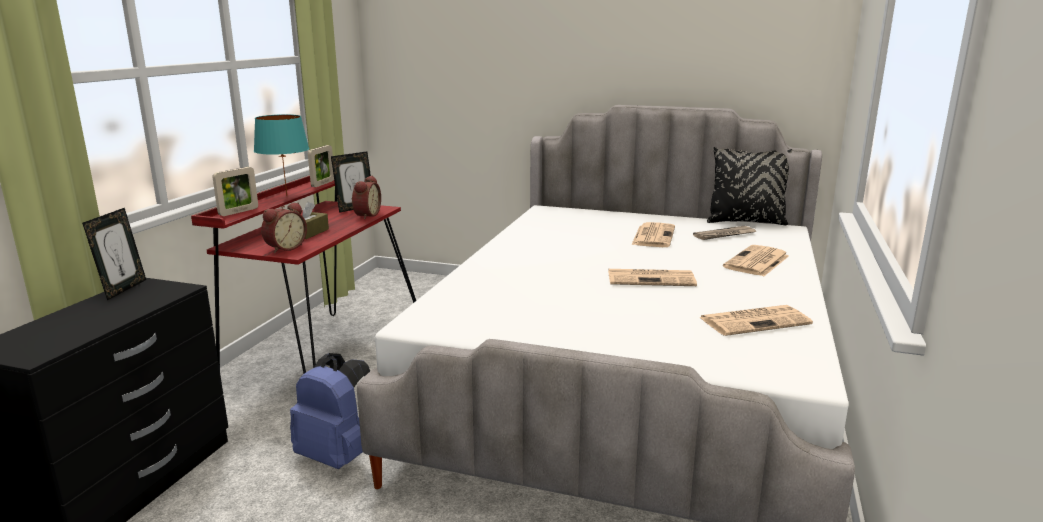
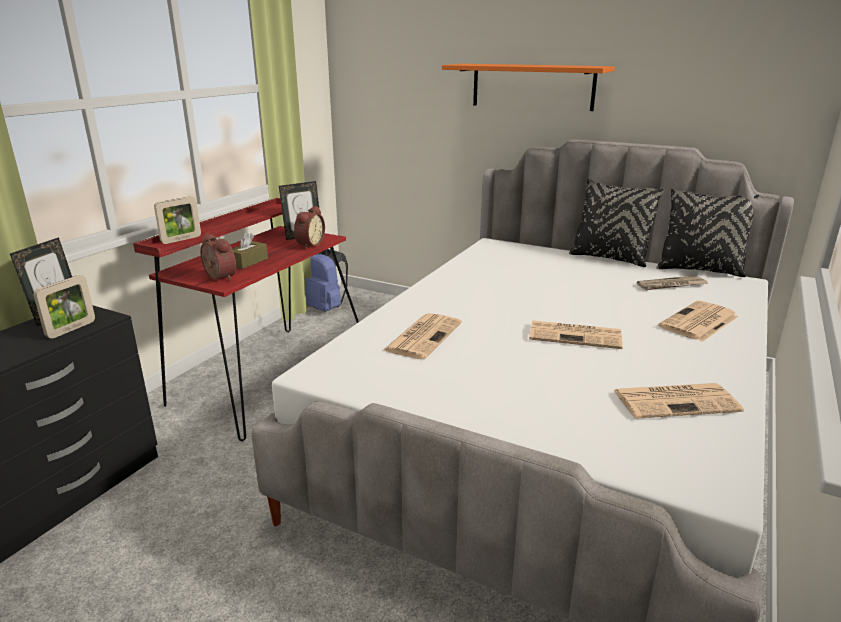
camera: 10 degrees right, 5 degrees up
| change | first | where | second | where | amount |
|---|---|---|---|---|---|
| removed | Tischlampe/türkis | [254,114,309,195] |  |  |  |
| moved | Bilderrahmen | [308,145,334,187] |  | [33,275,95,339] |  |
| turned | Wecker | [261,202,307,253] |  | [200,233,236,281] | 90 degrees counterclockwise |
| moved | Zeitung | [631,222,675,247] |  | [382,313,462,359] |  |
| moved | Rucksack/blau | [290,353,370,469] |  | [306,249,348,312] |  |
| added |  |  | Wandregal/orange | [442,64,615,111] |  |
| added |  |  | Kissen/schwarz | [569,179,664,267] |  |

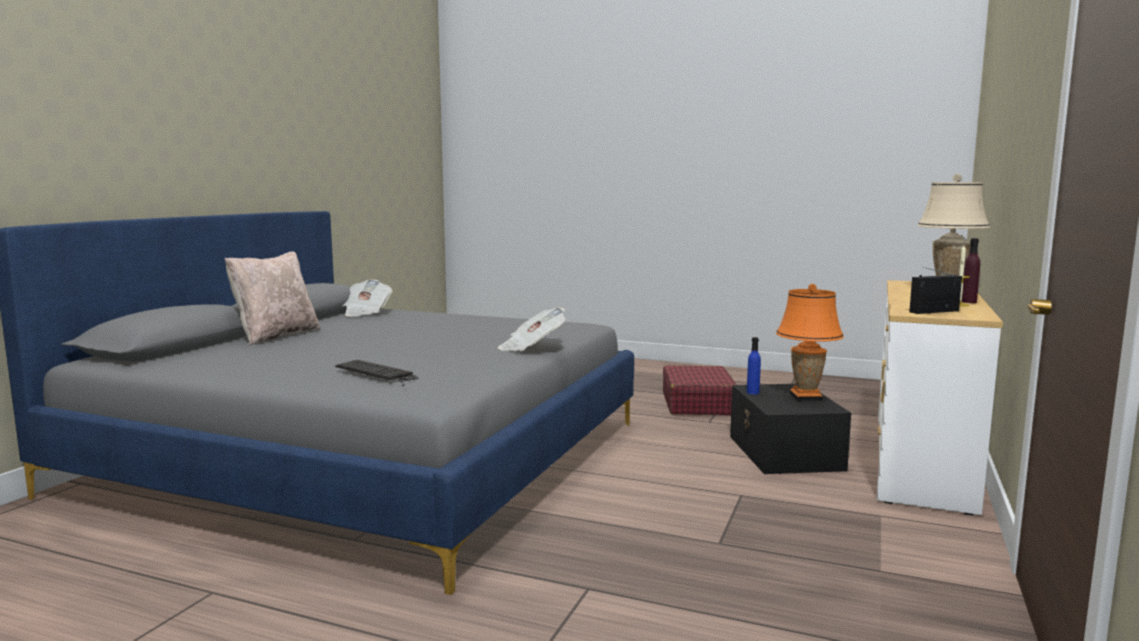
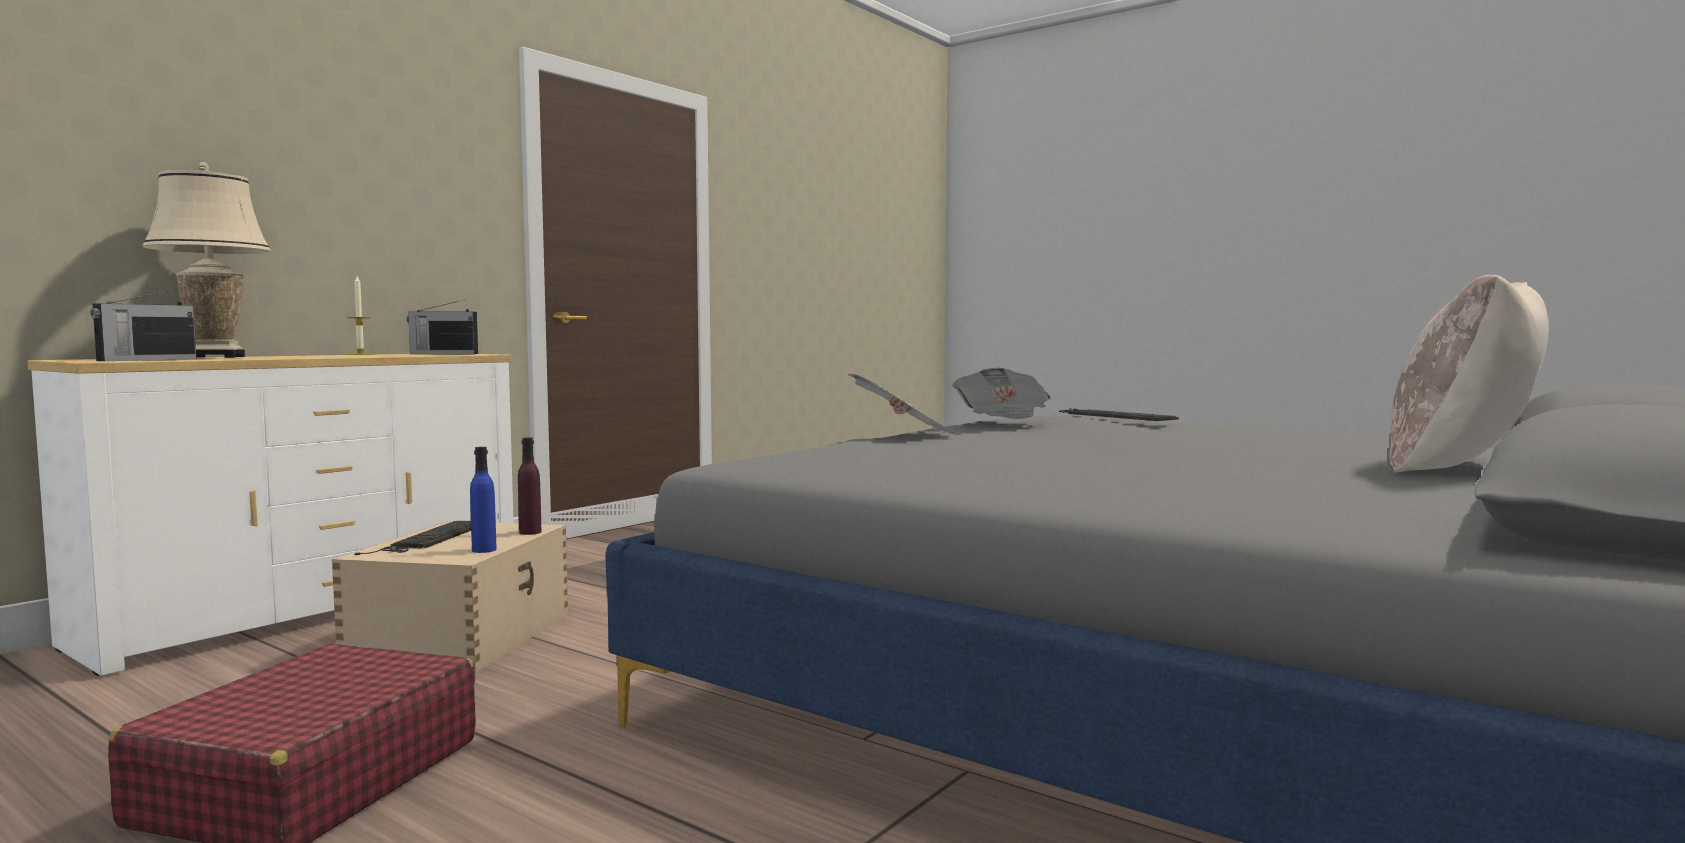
camera: 165 degrees left, 5 degrees down
| change | first | where | second | where | amount |
|---|---|---|---|---|---|
| moved | Flasche/lila | [962,238,980,303] |  | [518,437,541,535] |  |
| moved | Zeitung | [342,279,393,317] |  | [953,368,1050,419] |  |
| replaced | Tischlampe/orange | [776,284,844,401] | Tastatur | [354,521,471,555] |  |
| recoloured | Aufbewahrungsbox/schwarz | [730,384,851,474] | Aufbewahrungsbox/beige | [332,521,568,673] |  |
| added |  |  | Radio | [90,289,196,361] |  |

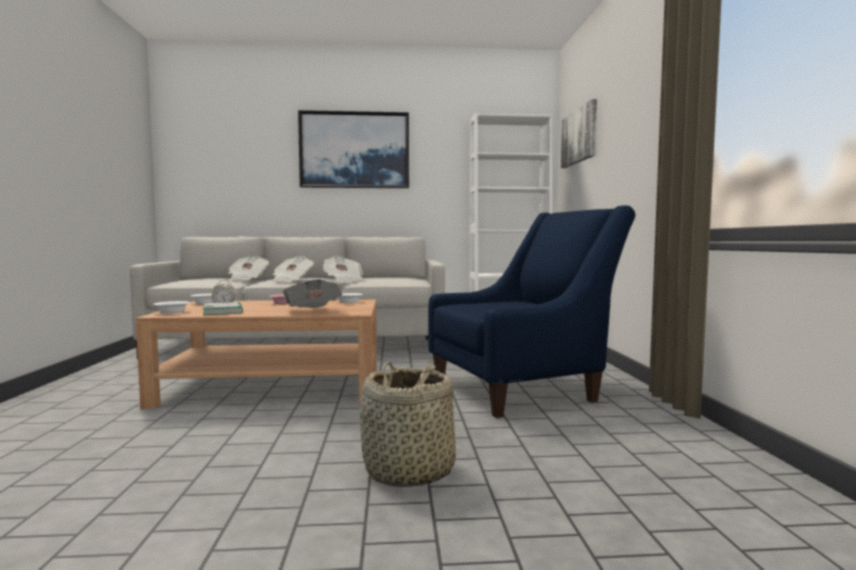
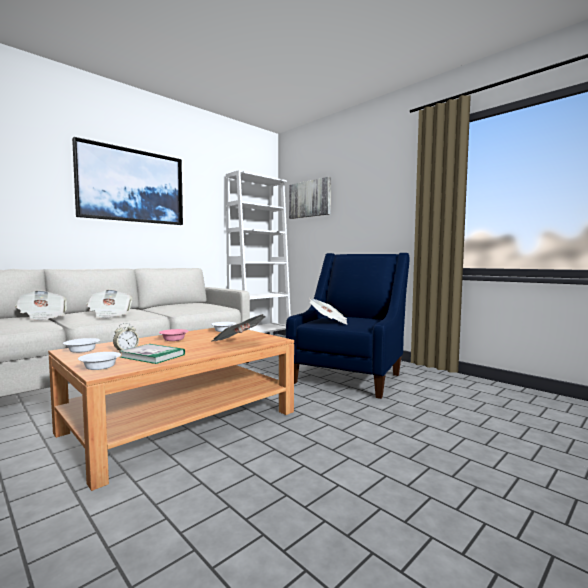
camera: 40 degrees left, 0 degrees up
| change | first | where | second | where | amount |
|---|---|---|---|---|---|
| moved | Zeitung | [323,256,363,282] |  | [309,298,348,325] |  |
| removed | Korb | [360,362,456,487] |  |  |  |

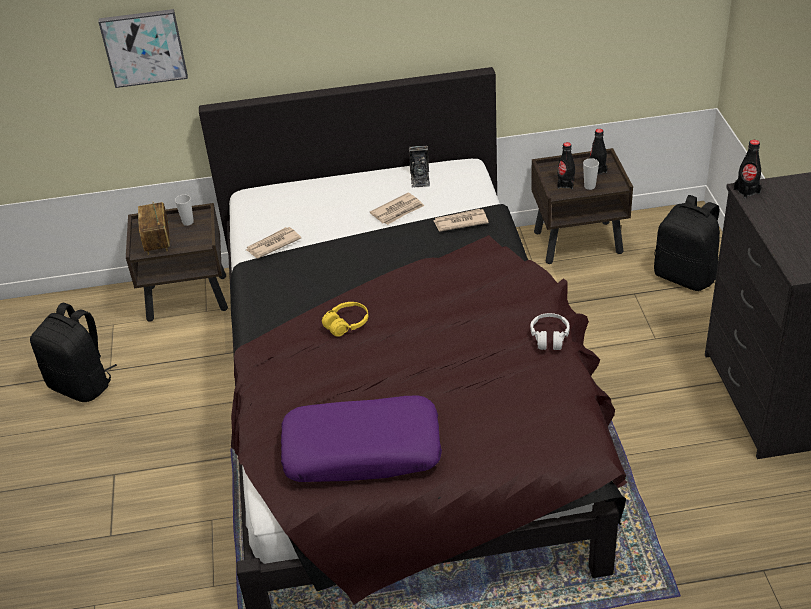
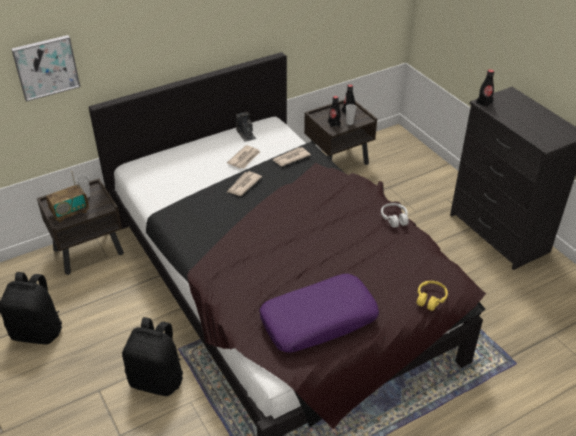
camera: 25 degrees left, 0 degrees up
| change | first | where | second | where | amount |
|---|---|---|---|---|---|
| moved | Rucksack/schwarz | [654,195,720,291] |  | [122,317,183,396] |  |
| turned | Radio | [138,202,170,255] |  | [46,171,89,223] | 90 degrees counterclockwise |
| moved | Zeitung | [246,227,301,258] |  | [227,171,262,196] |  |
| moved | Kopfhörer/gelb | [322,302,368,337] |  | [417,281,448,311] |  |

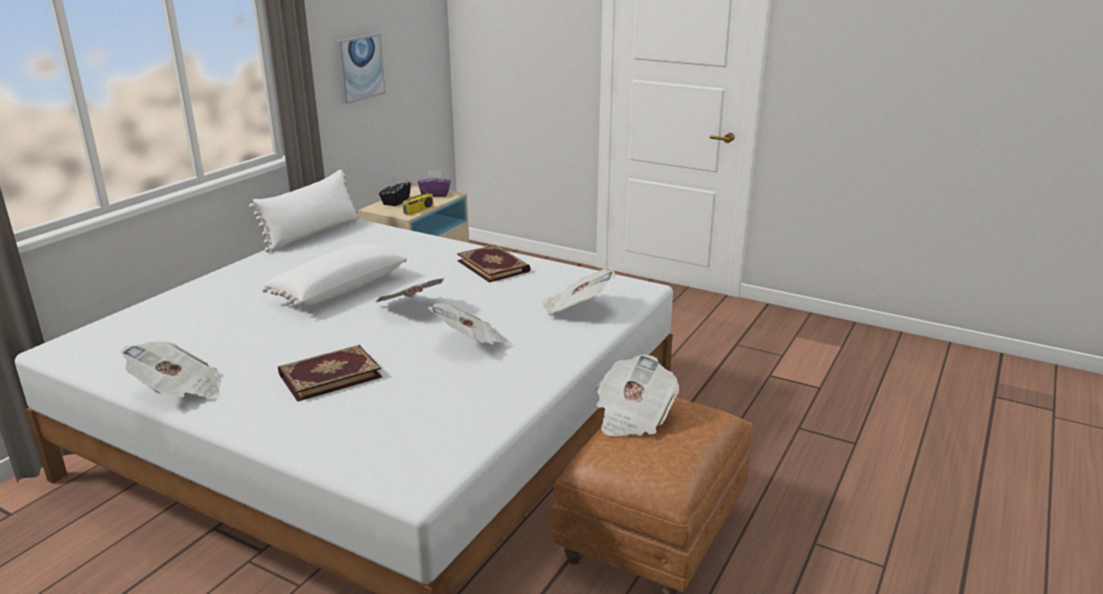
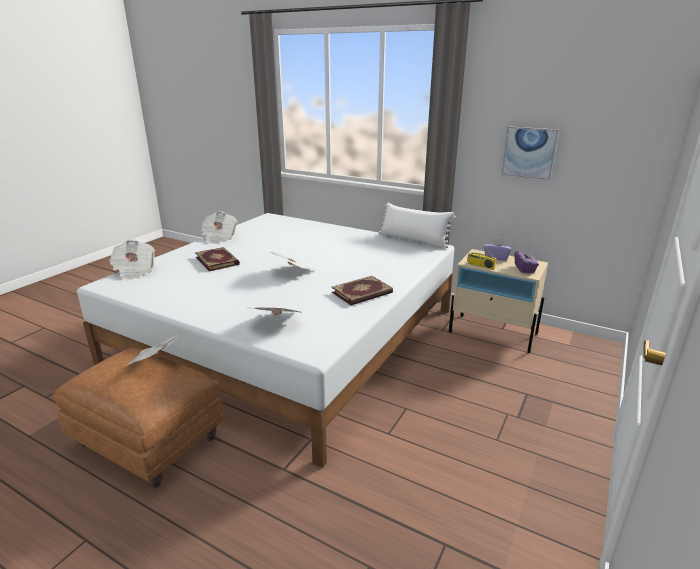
camera: 90 degrees right, 0 degrees up
| change | first | where | second | where | amount |
|---|---|---|---|---|---|
| recoloured | Taschentuchbox/schwarz | [379,176,411,206] | Taschentuchbox/lila | [484,238,511,261] |  |
| removed | Kissen/weiß | [262,243,407,307] |  |  |  |
| moved | Zeitung | [427,303,513,345] |  | [109,240,155,280] |  |

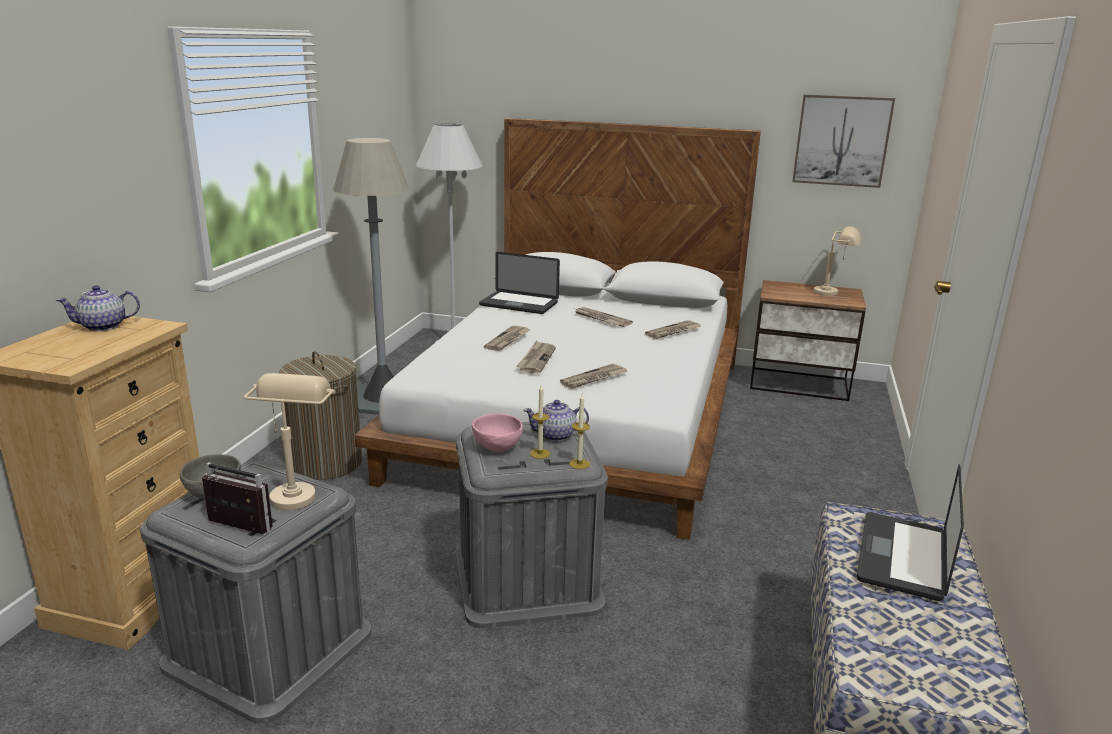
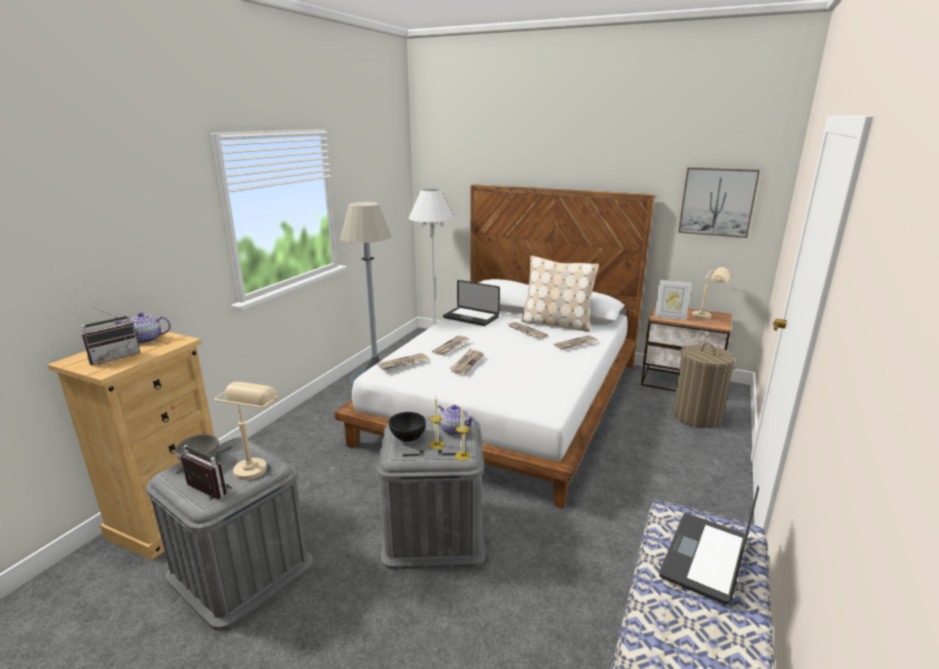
camera: 10 degrees right, 0 degrees up
| change | first | where | second | where | amount |
|---|---|---|---|---|---|
| moved | Wäschekorb | [280,351,362,480] |  | [673,343,737,428] |  |
| moved | Zeitung | [560,364,627,389] |  | [377,353,429,370] |  |
| turned | Teekanne | [523,400,589,442] |  | [434,405,475,436] | 150 degrees counterclockwise |
| recoloured | Schüssel/rosa | [472,414,523,452] | Schüssel/schwarz | [389,412,426,442] |  |
| added |  |  | Kissen/beige | [521,256,599,332] |  |
| added |  |  | Bilderrahmen | [654,280,692,320] |  |
| added |  |  | Radio | [81,307,140,365] |  |

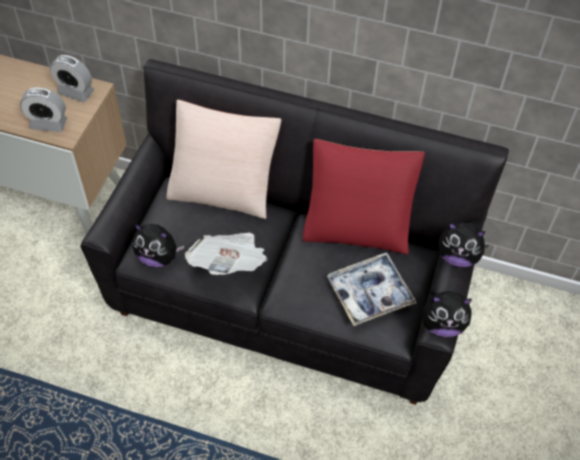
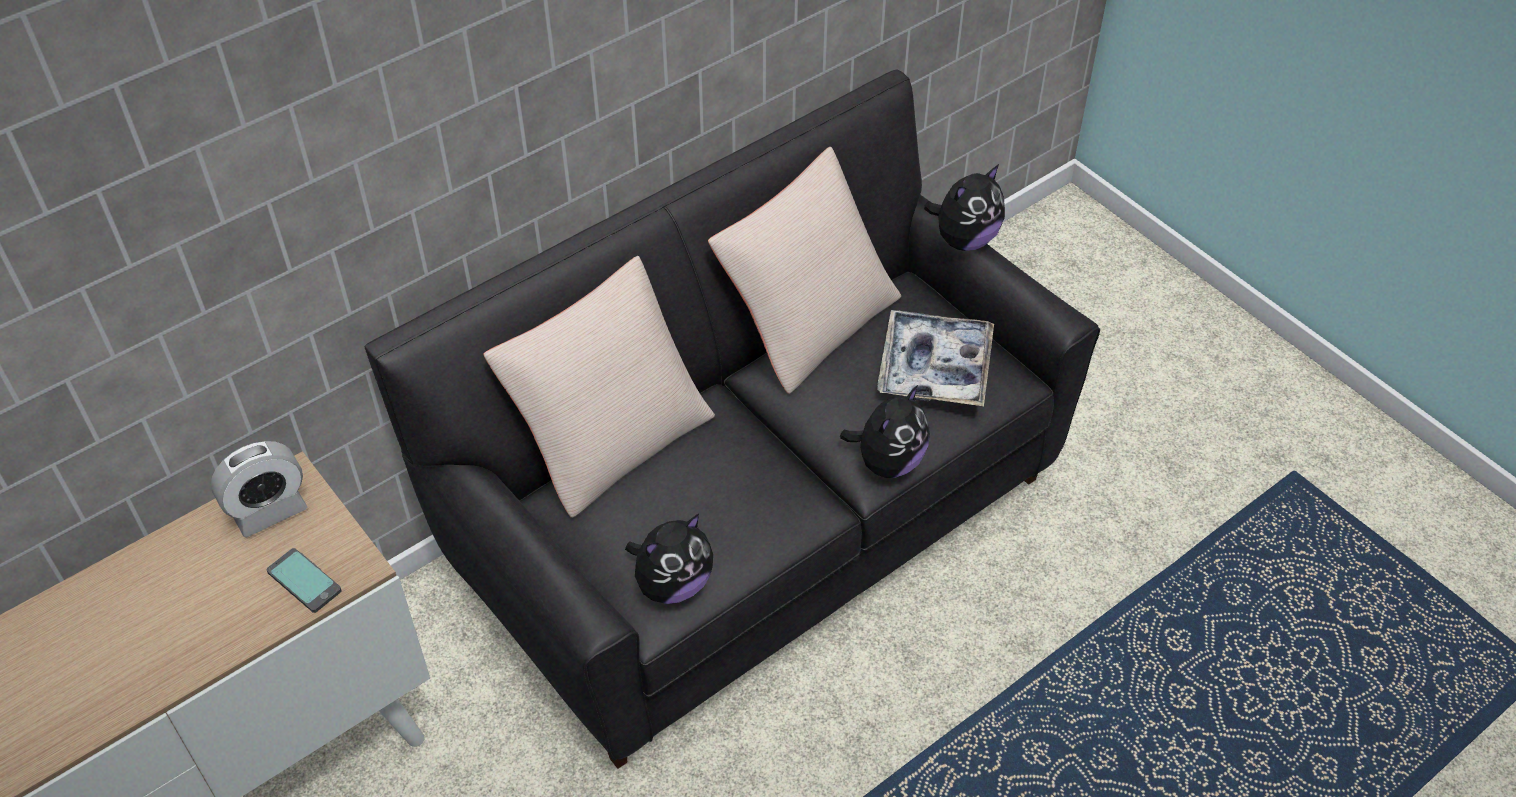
camera: 55 degrees left, 5 degrees down
| change | first | where | second | where | amount |
|---|---|---|---|---|---|
| replaced | Wecker | [20,87,67,132] | Handy | [267,548,342,613] |  |
| recoloured | Kissen/rot | [303,139,425,254] | Kissen/beige | [708,147,901,394] |  |
| removed | Zeitung | [185,232,268,275] |  |  |  |
| moved | Plüschtier | [422,290,473,337] |  | [840,385,930,478] |  |

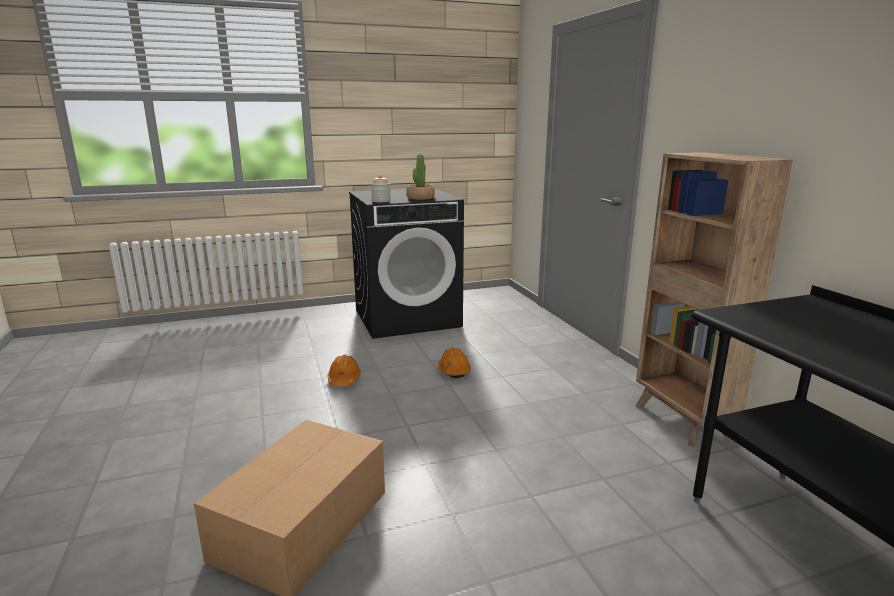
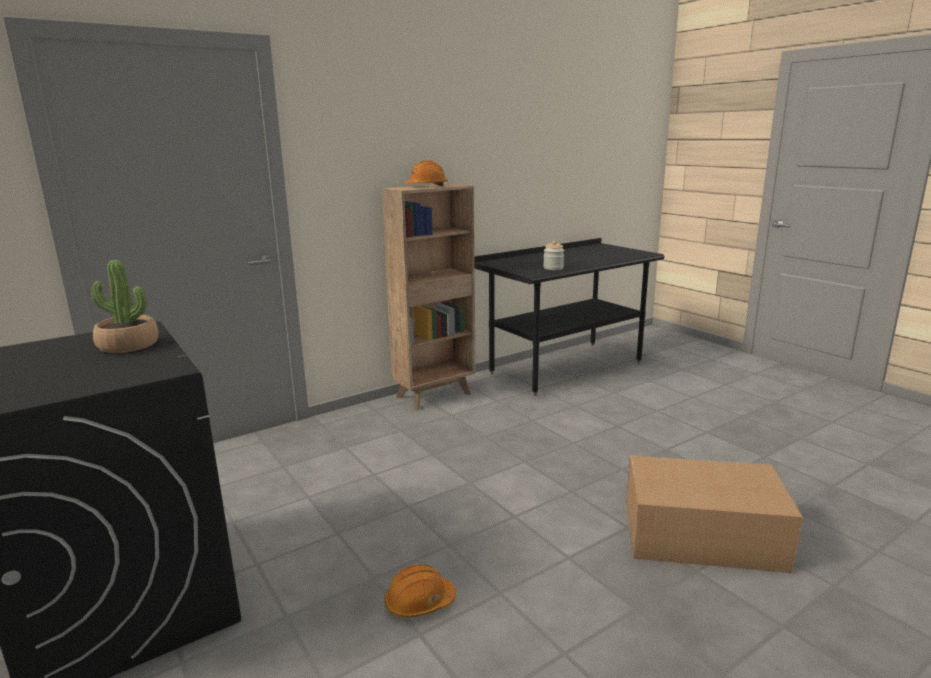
camera: 105 degrees left, 0 degrees up
| change | first | where | second | where | amount |
|---|---|---|---|---|---|
| moved | Vorratsglas | [371,175,391,202] |  | [543,241,564,270] |  |
| moved | Schutzhelm/orange | [438,348,471,378] |  | [404,160,448,186] |  |

